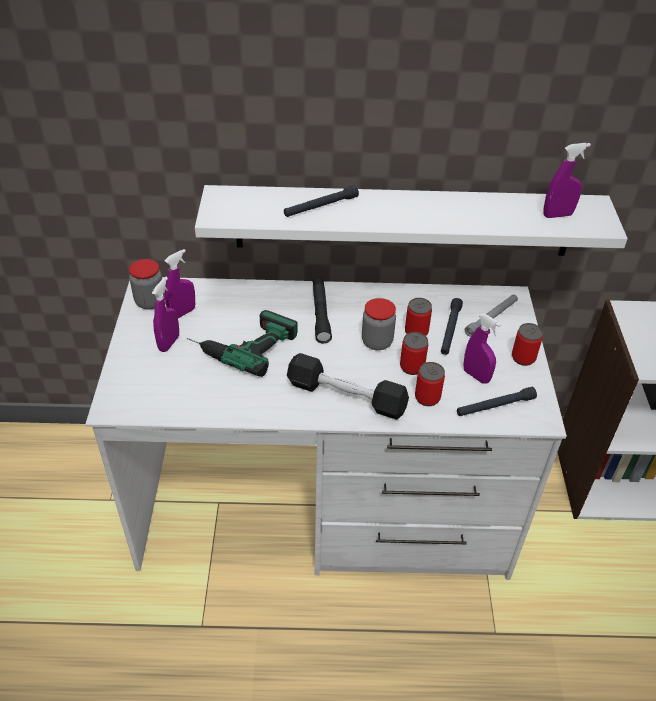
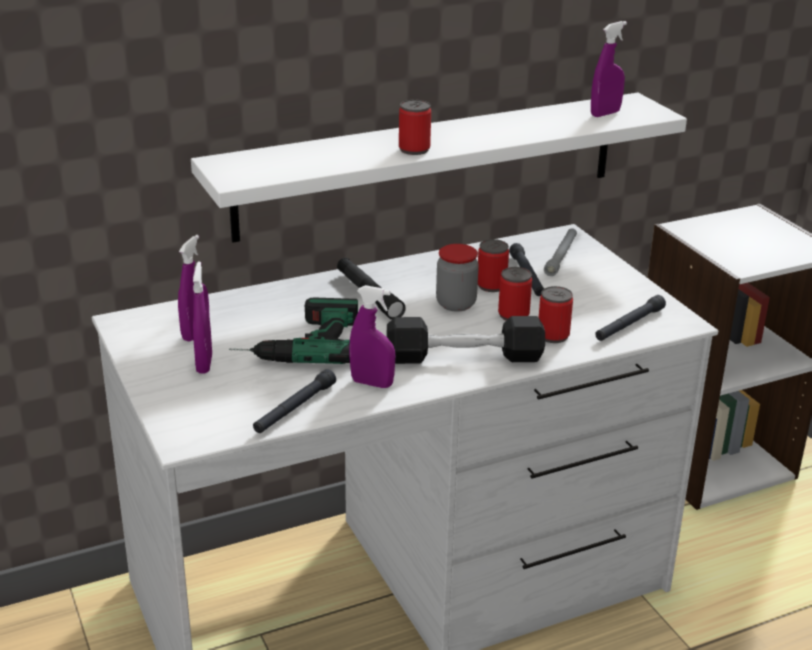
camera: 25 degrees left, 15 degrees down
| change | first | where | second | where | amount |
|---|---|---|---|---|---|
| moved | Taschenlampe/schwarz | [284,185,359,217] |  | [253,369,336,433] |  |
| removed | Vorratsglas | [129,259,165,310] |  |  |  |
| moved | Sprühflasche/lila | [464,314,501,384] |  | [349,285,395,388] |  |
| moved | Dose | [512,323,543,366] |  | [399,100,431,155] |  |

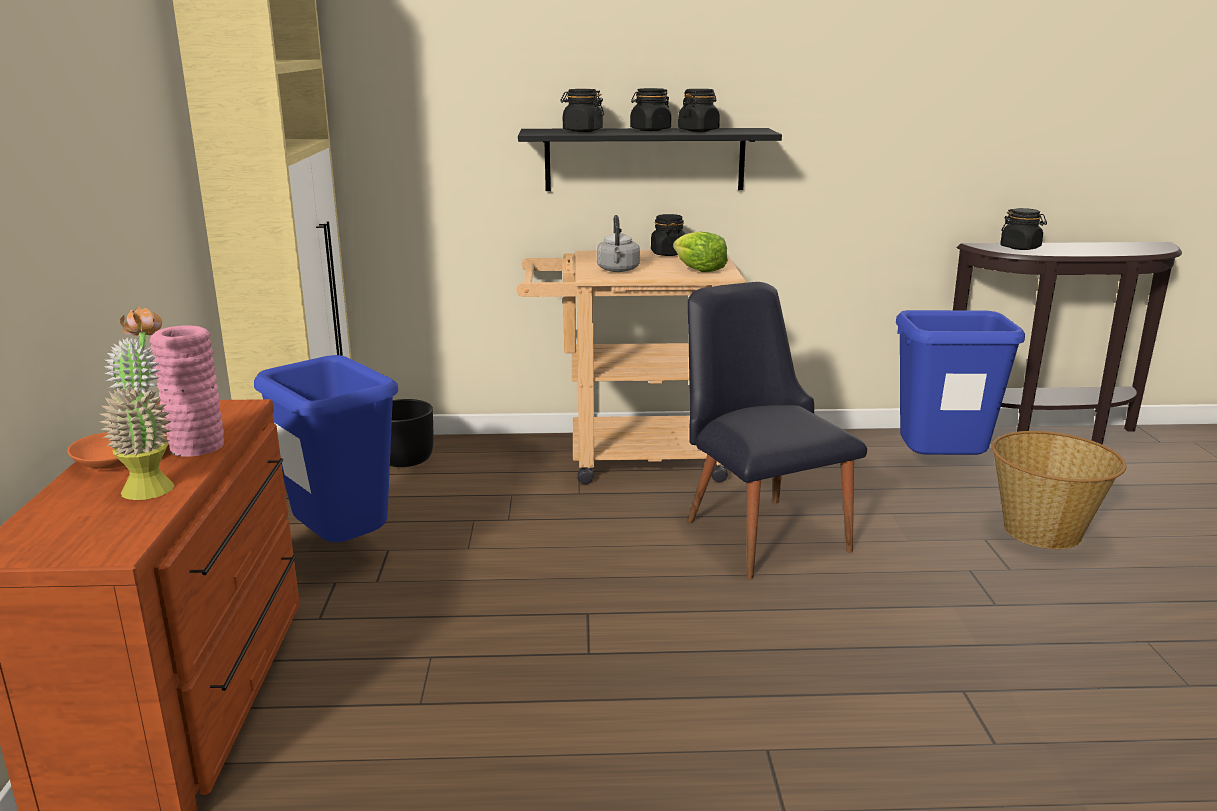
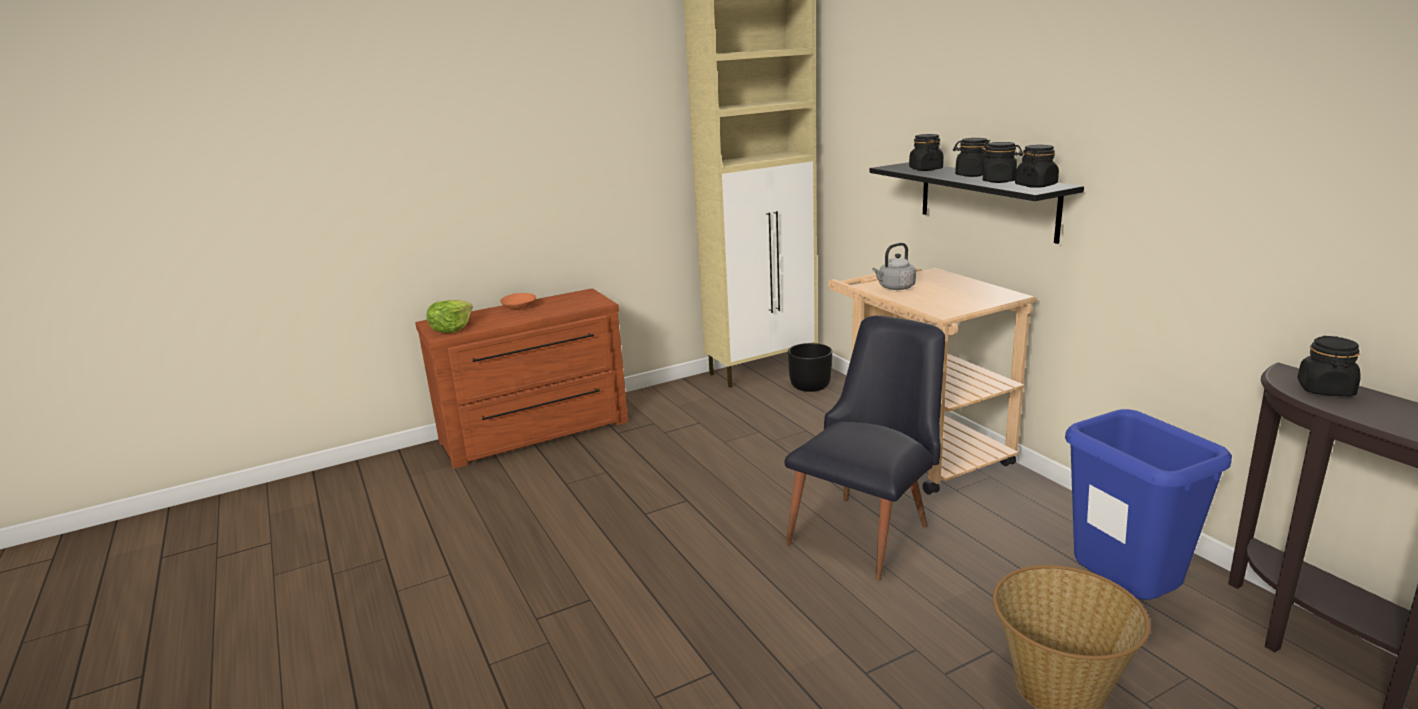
camera: 65 degrees right, 0 degrees up
| change | first | where | second | where | amount |
|---|---|---|---|---|---|
| moved | Vorratsglas/schwarz | [651,214,685,256] |  | [1015,145,1059,188] |  |
| moved | Salatkopf | [673,232,728,272] |  | [427,300,473,333] |  |
| removed | Topfpflanze | [100,307,174,500] |  |  |  |
| removed | Vase/rosa | [150,325,224,457] |  |  |  |
| removed | Mülleimer/blau | [254,355,398,542] |  |  |  |

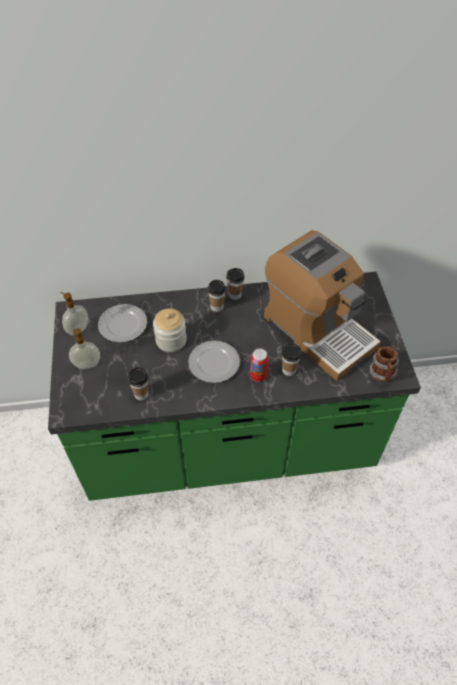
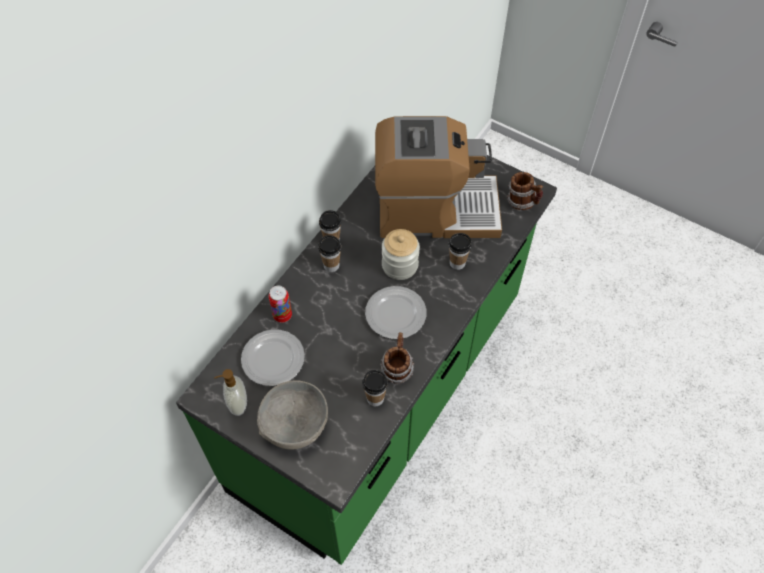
camera: 50 degrees left, 5 degrees up
| change | first | where | second | where | amount |
|---|---|---|---|---|---|
| moved | Vorratsglas | [153,308,187,352] |  | [382,229,420,280] |  |
| replaced | Seifenspender | [69,328,100,369] | Schüssel/grau | [257,380,328,450] |  |
| moved | Dose | [250,348,268,382] |  | [269,286,292,323] |  |
| added |  |  | Henkelbecher | [380,333,414,383] |  |

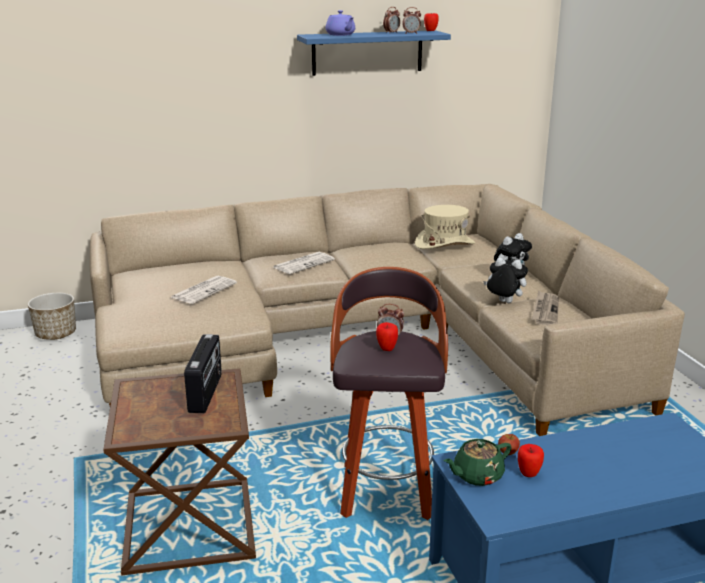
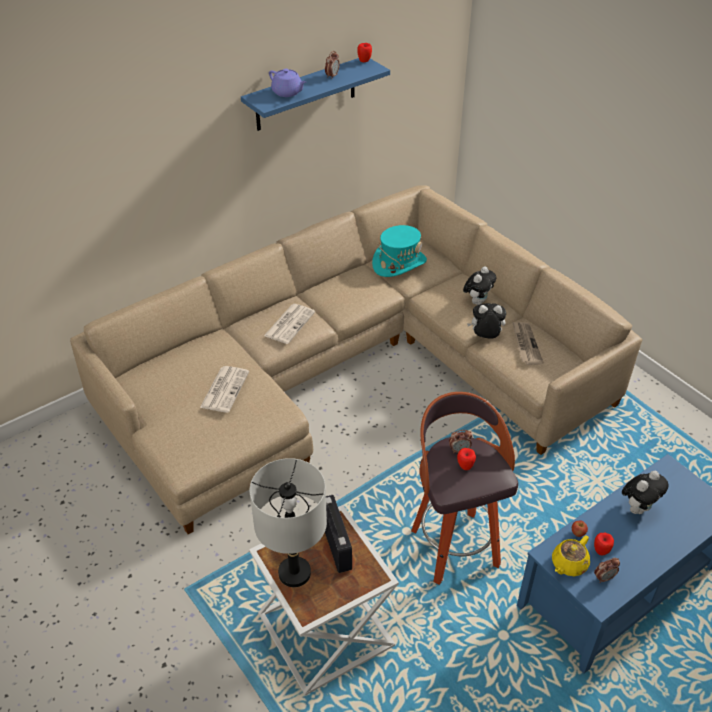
camera: 20 degrees left, 20 degrees up
| change | first | where | second | where | amount |
|---|---|---|---|---|---|
| moved | Wecker | [402,7,421,34] |  | [594,558,620,583] |  |
| recoloured | Hut/beige | [415,205,475,249] | Hut/türkis | [372,225,427,277] |  |
| removed | Pflanzkübel | [28,293,76,340] |  |  |  |
| recoloured | Beistelltisch/braun | [103,368,256,575] | Beistelltisch/weiß | [249,505,399,696] |  |
| recoloured | Teekanne/grün | [444,439,512,486] | Teekanne/gelb | [552,535,590,576] |  |
| added |  |  | Tischlampe/grau | [250,458,327,587] |  |
| added |  |  | Plüschtier | [622,471,669,514] |  |

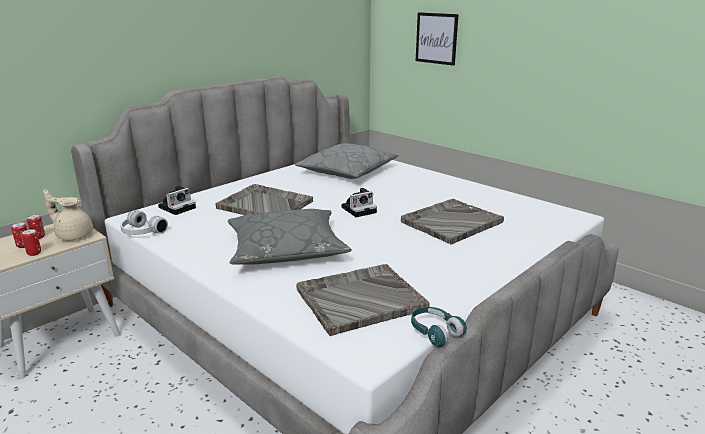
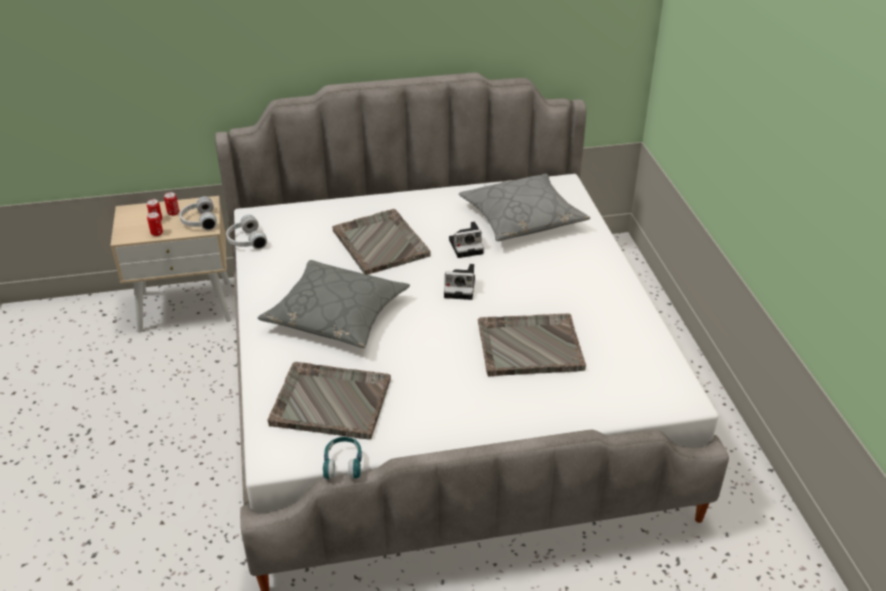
camera: 35 degrees right, 15 degrees up
| change | first | where | second | where | amount |
|---|---|---|---|---|---|
| removed | Bild | [416,12,459,66] |  |  |  |
| moved | Kamera | [158,186,196,215] |  | [449,222,484,258] |  |
| replaced | Teekanne/beige | [43,189,93,240] | Kopfhörer/weiß | [180,196,217,230] |  |

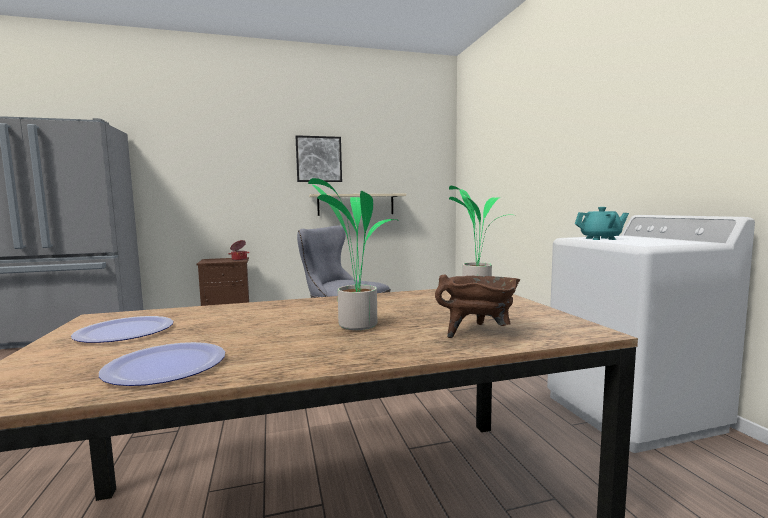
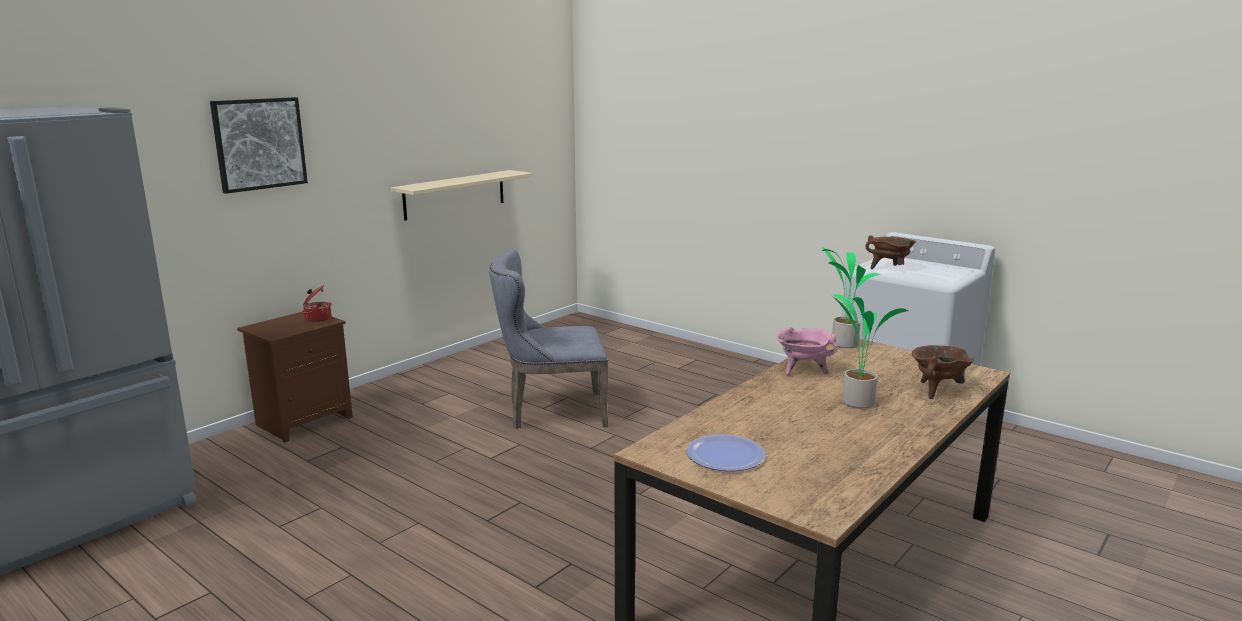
camera: 35 degrees left, 10 degrees up
| change | first | where | second | where | amount |
|---|---|---|---|---|---|
| moved | Bild | [296,135,342,182] |  | [210,97,308,194] |  |
| replaced | Teekanne/türkis | [575,207,629,240] | Kochtopf/braun | [865,235,916,269] |  |
| removed | Teller | [99,342,225,386] |  |  |  |
| added |  |  | Kochtopf/rosa | [776,327,838,375] |  |

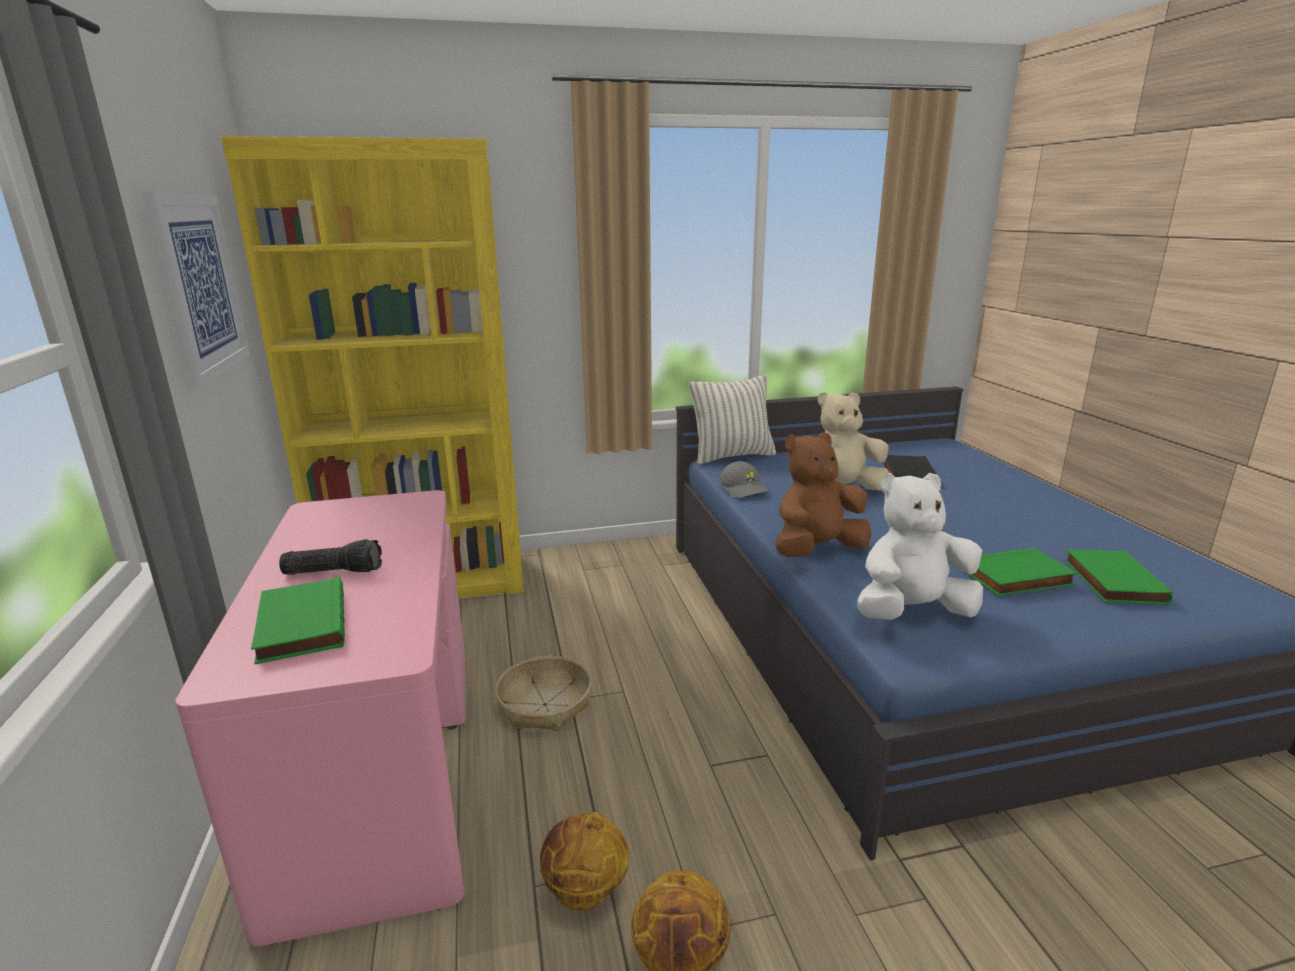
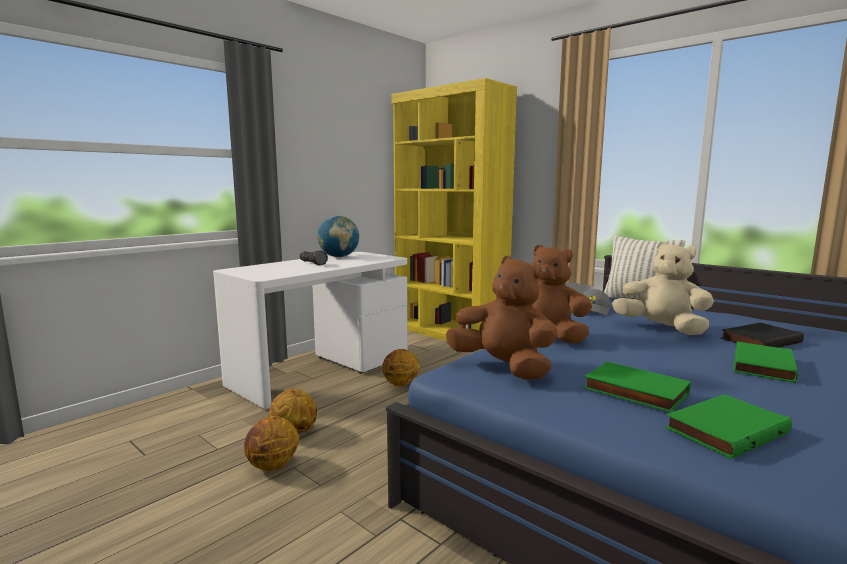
camera: 55 degrees right, 10 degrees down
| change | first | where | second | where | amount |
|---|---|---|---|---|---|
| removed | Bild | [142,192,250,388] |  |  |  |
| recoloured | Plüschtier/weiß | [857,473,983,620] | Plüschtier/braun | [446,255,558,380] |  |
| recoloured | Schreibtisch/rosa | [175,490,465,947] | Schreibtisch/weiß | [213,252,408,409] |  |
| moved | Buch/grün | [251,577,345,664] |  | [733,342,798,383] |  |
| replaced | Korb | [495,656,591,731] | Basketball | [382,349,420,386] |  |
| added |  |  | Globus | [317,216,359,257] |  |

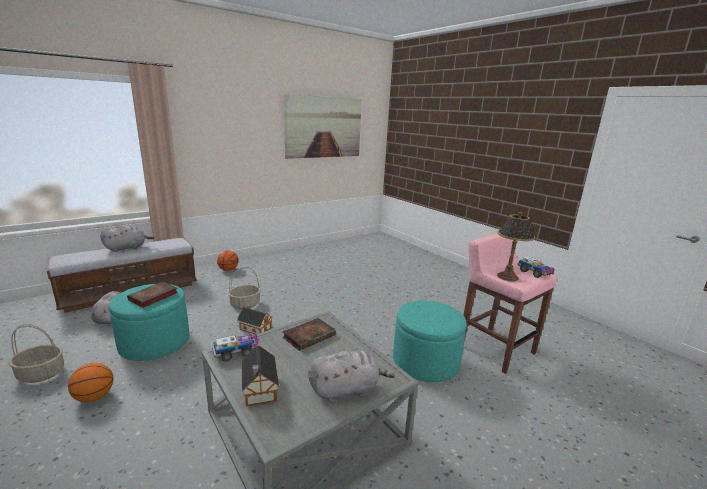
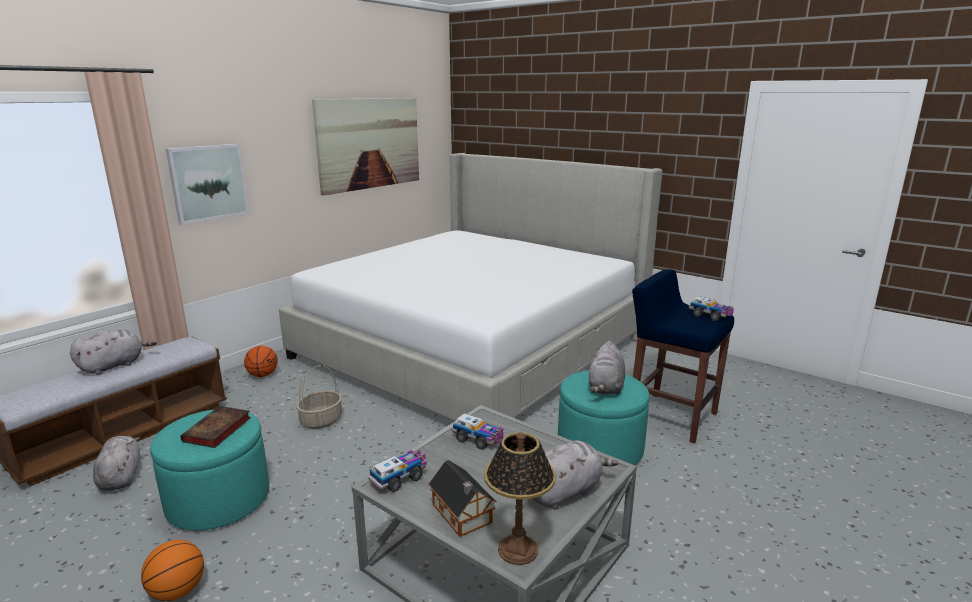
camera: 15 degrees left, 0 degrees up
| change | first | where | second | where | amount |
|---|---|---|---|---|---|
| moved | Tischlampe | [497,212,536,281] |  | [484,432,556,565] |  |
| recoloured | Hocker/rosa | [463,234,557,374] | Hocker/blau | [632,269,734,443] |  |
| removed | Spielzeughaus | [237,305,272,334] |  |  |  |
| replaced | Buch | [283,318,336,351] | Spielzeuglaster | [451,413,503,450] |  |
| removed | Korb | [8,324,64,383] |  |  |  |
| added |  |  | Bild | [166,144,249,225] |  |
| added |  |  | Bett | [279,153,662,421] |  |
| added |  |  | Plüschtier/grau | [589,341,625,395] |  |

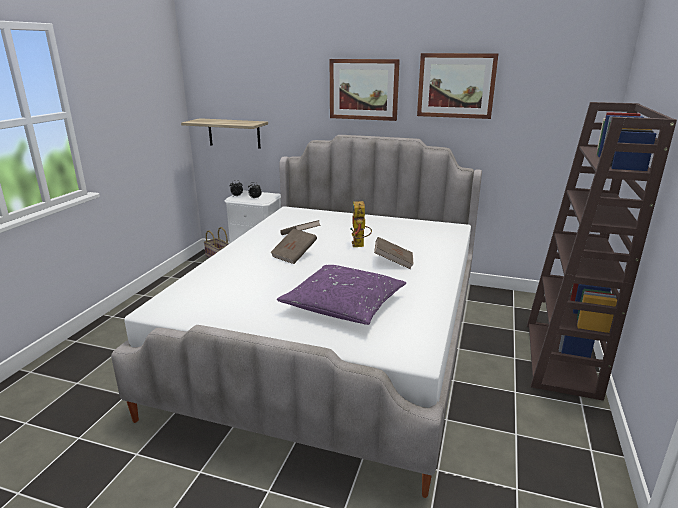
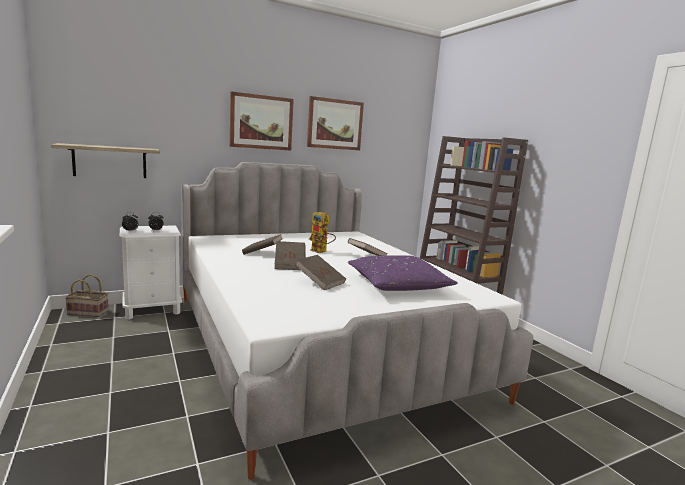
camera: 45 degrees left, 10 degrees down
| change | first | where | second | where | amount |
|---|---|---|---|---|---|
| added |  |  | Buch/braun | [295,255,346,290] |  |

